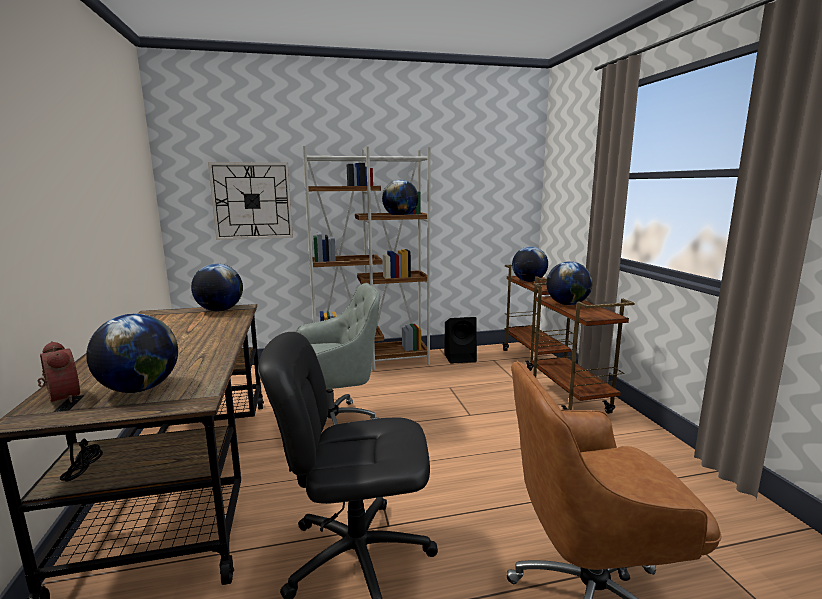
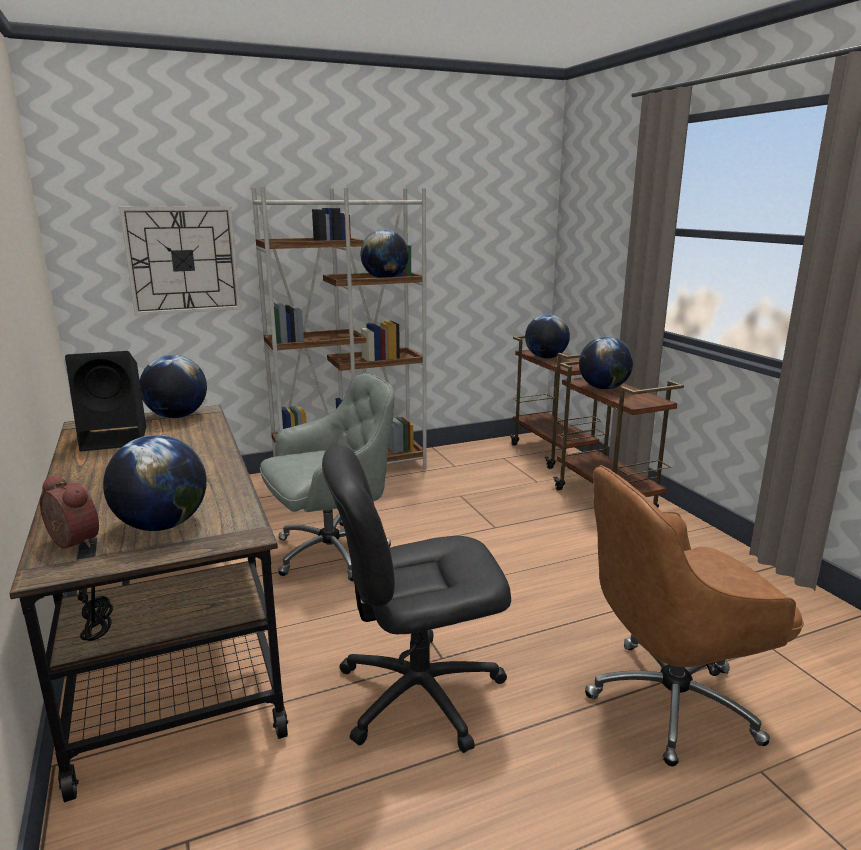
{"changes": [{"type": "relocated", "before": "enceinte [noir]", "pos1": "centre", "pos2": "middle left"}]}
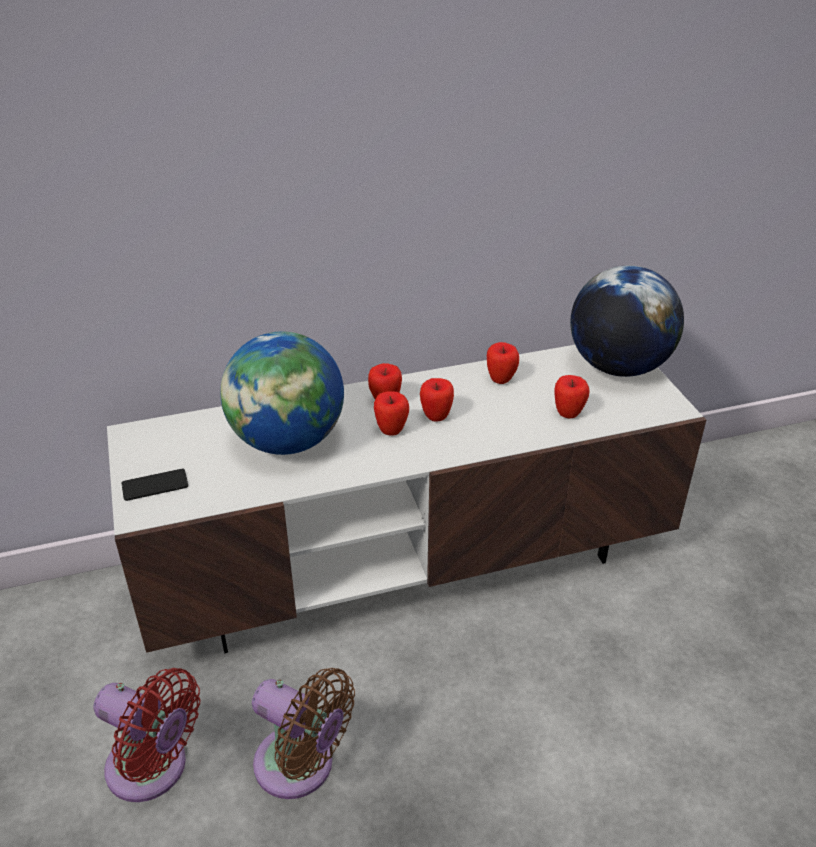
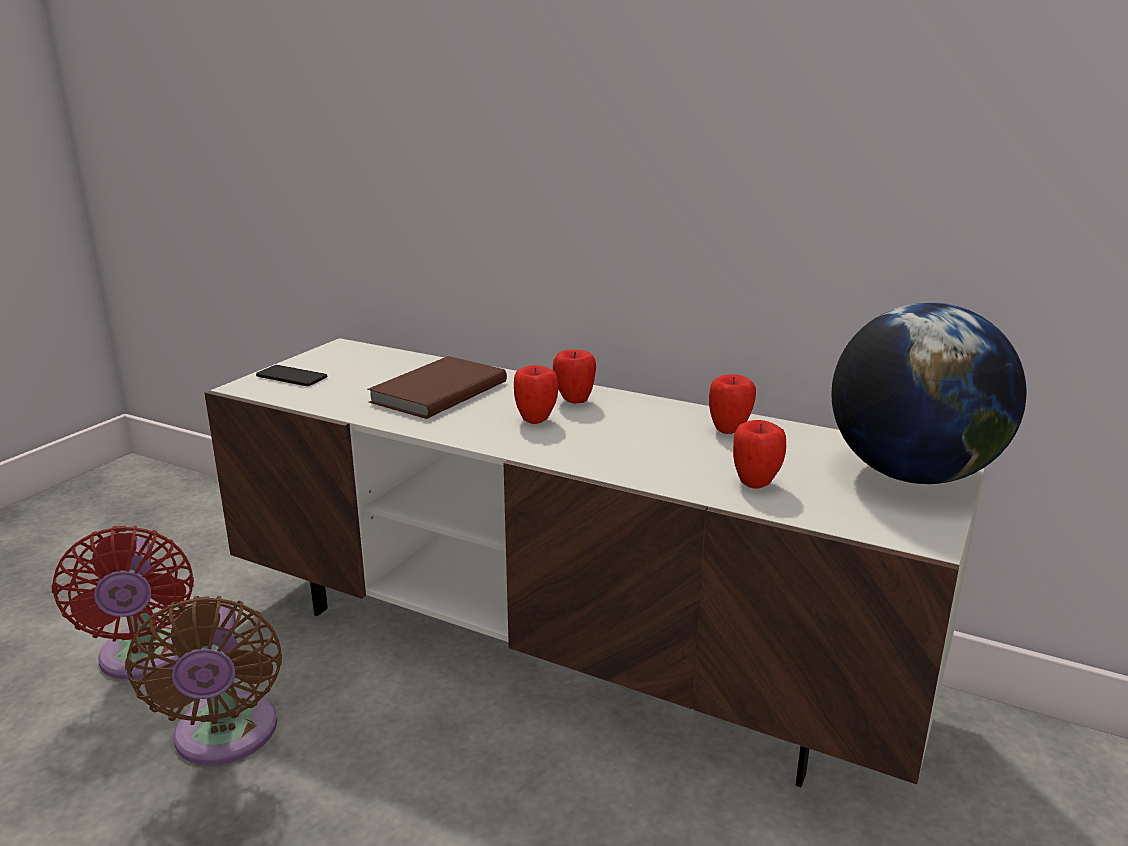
{"changes": [{"type": "exchanged", "before": "globe (no. 1 from left)", "after": "livre [marron]", "pos1": "centre", "pos2": "centre"}, {"type": "missing", "before": "pomme (no. 3 from left)", "pos1": "centre"}]}
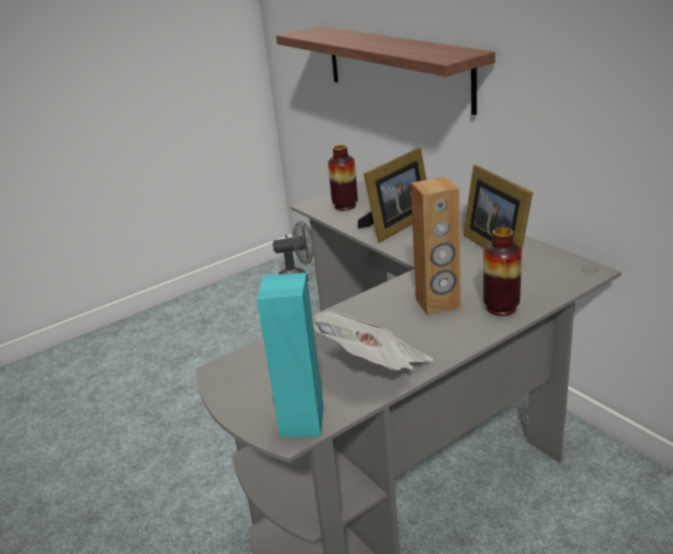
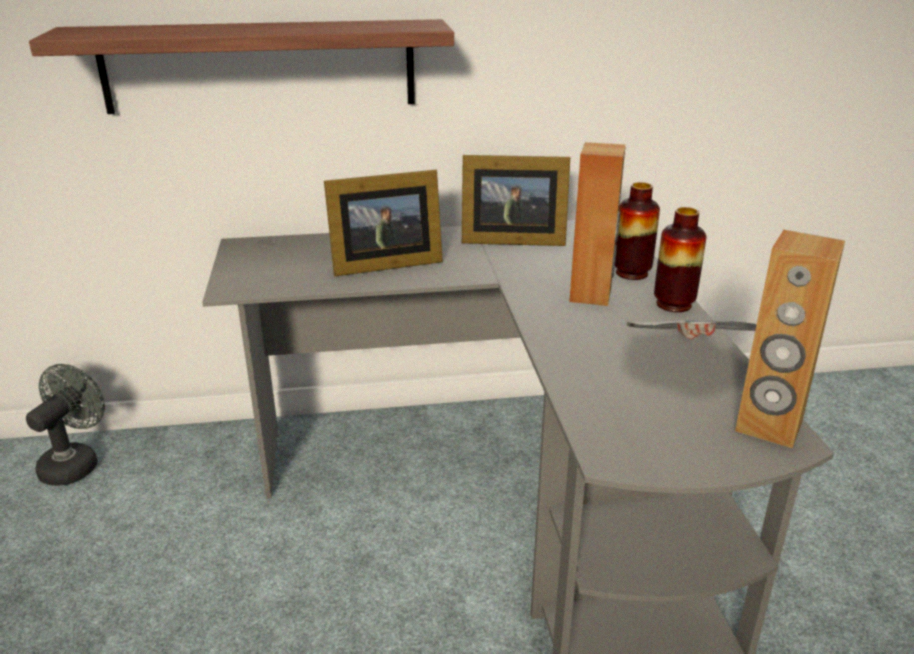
{"changes": [{"type": "spun", "before": "cadre photo (no. 1 from left)", "pos1": "centre", "pos2": "centre", "turn": 90}, {"type": "relocated", "before": "vase (no. 1 from left in the first image)", "after": "vase (no. 2 from left)", "pos1": "top centre", "pos2": "middle right"}, {"type": "colour", "before": "enceinte [turquoise]", "after": "enceinte [marron] (no. 2 from left)", "pos1": "centre", "pos2": "middle right"}]}
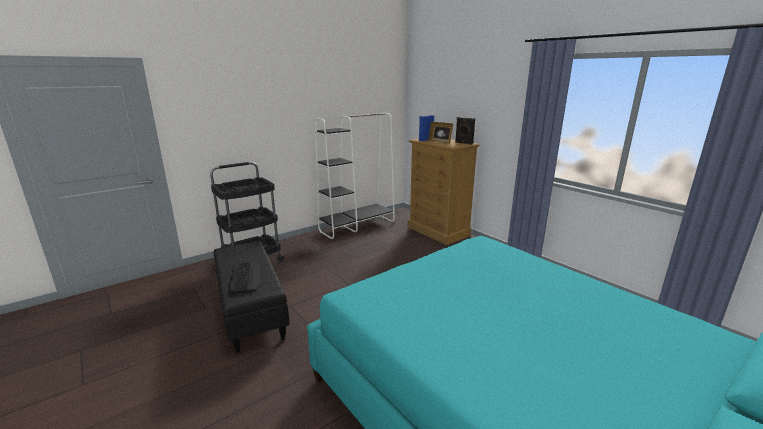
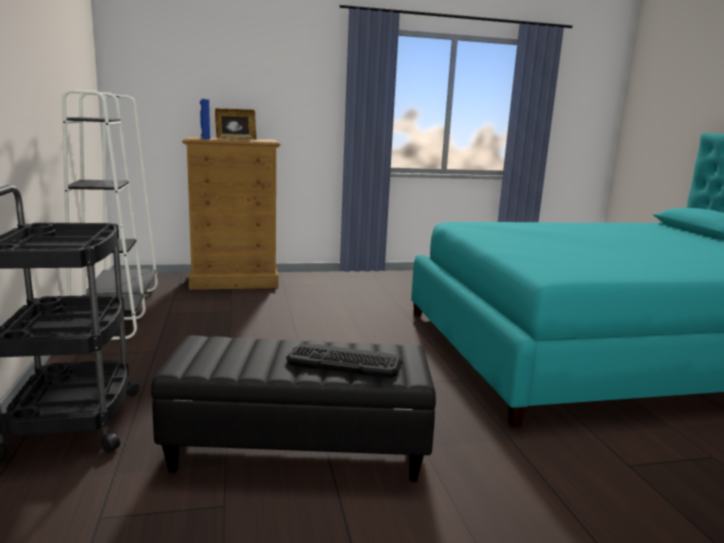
{"changes": [{"type": "missing", "before": "enceinte [noir]", "pos1": "top centre"}]}
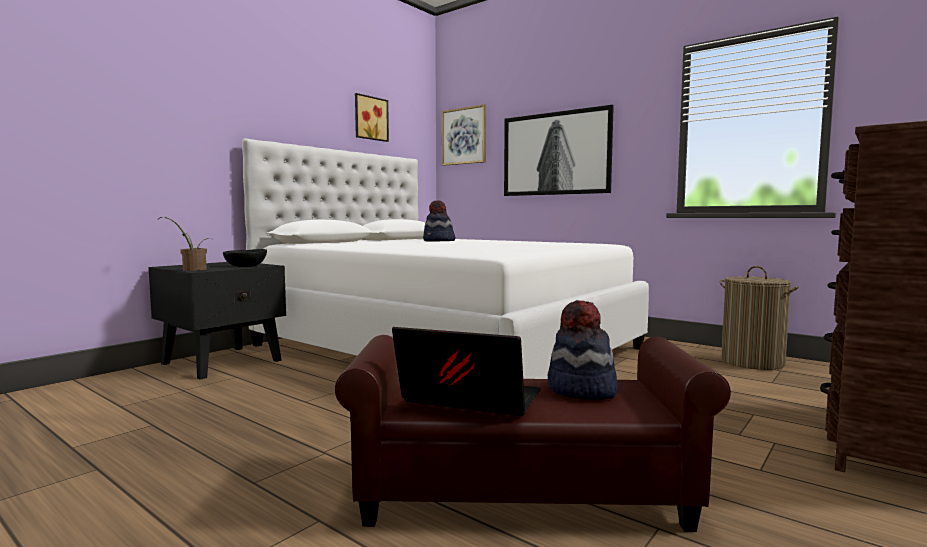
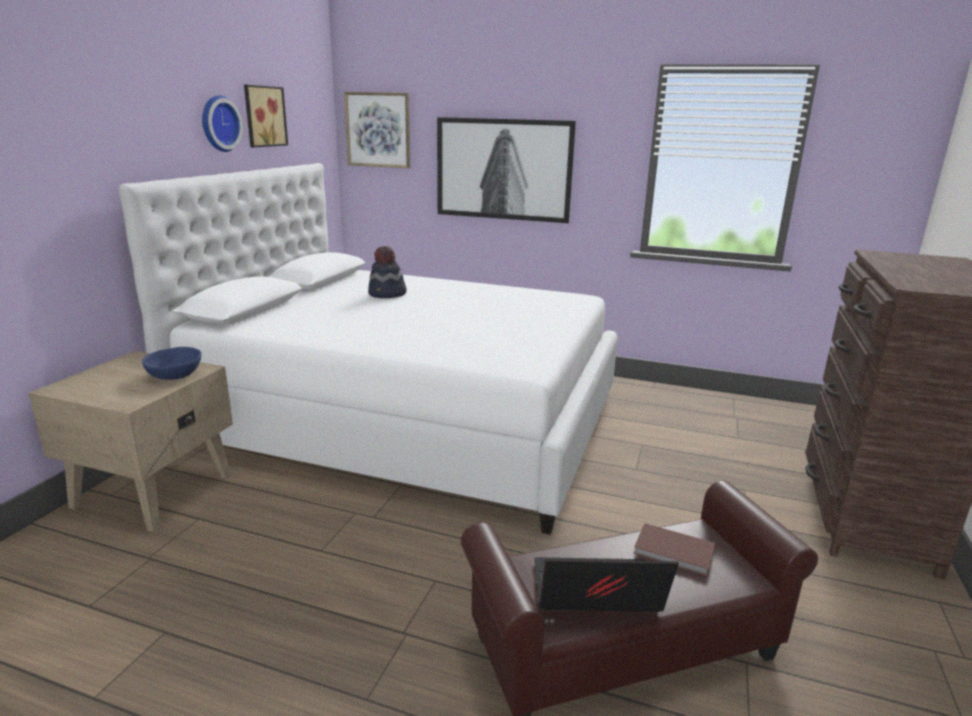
{"changes": [{"type": "colour", "before": "table de chevet [noir]", "after": "table de chevet [beige]", "pos1": "middle left", "pos2": "middle left"}, {"type": "colour", "before": "bol [noir]", "after": "bol [bleu]", "pos1": "middle left", "pos2": "middle left"}, {"type": "appeared", "after": "horloge murale", "pos2": "top left"}, {"type": "exchanged", "before": "chapeau (no. 2 from left)", "after": "livre [marron]", "pos1": "centre", "pos2": "bottom right"}, {"type": "missing", "before": "plante en pot", "pos1": "middle left"}, {"type": "missing", "before": "panier à linge", "pos1": "middle right"}]}
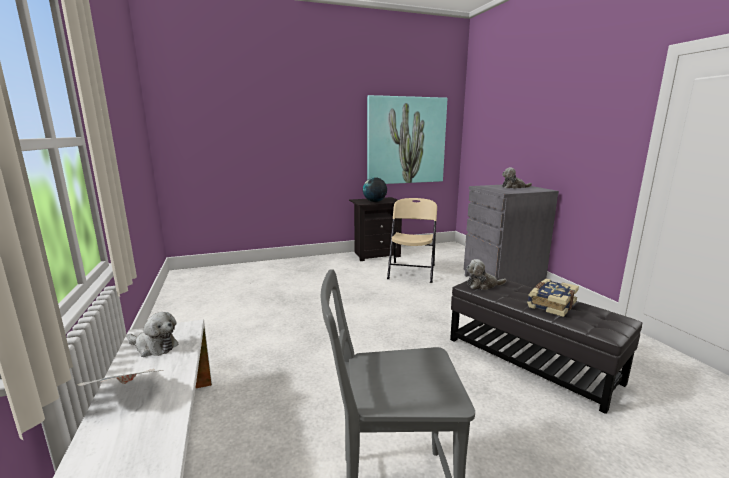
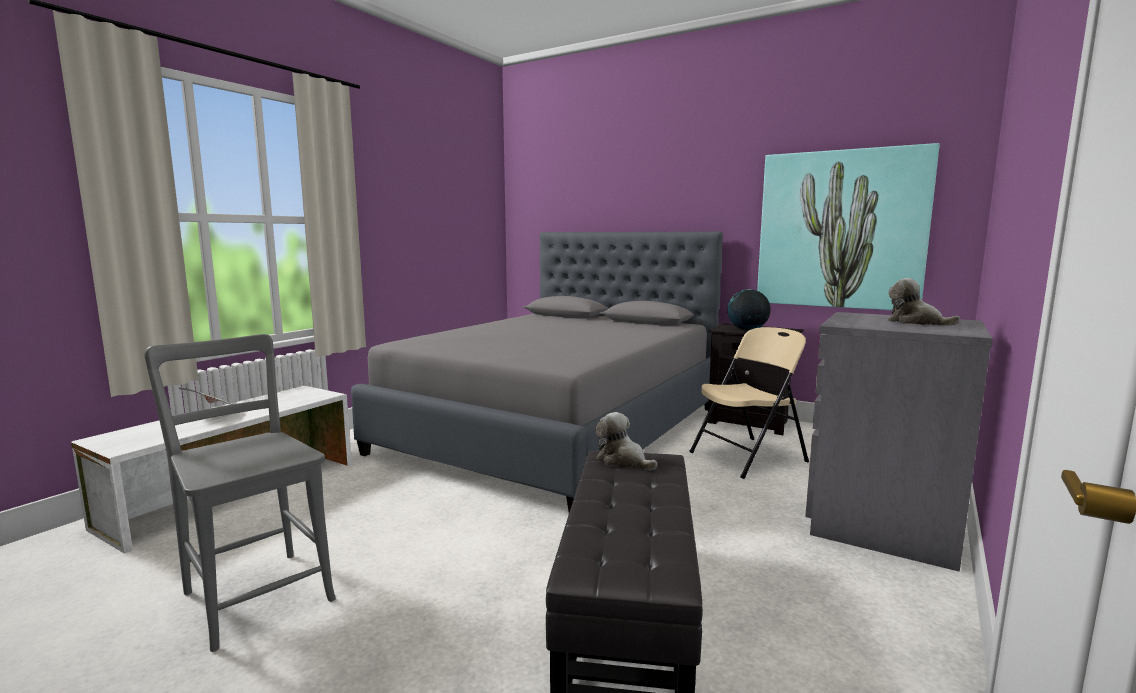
{"changes": [{"type": "appeared", "after": "lit [gris]", "pos2": "centre"}, {"type": "missing", "before": "peluche (no. 1 from left)", "pos1": "bottom left"}, {"type": "missing", "before": "livre", "pos1": "middle right"}]}
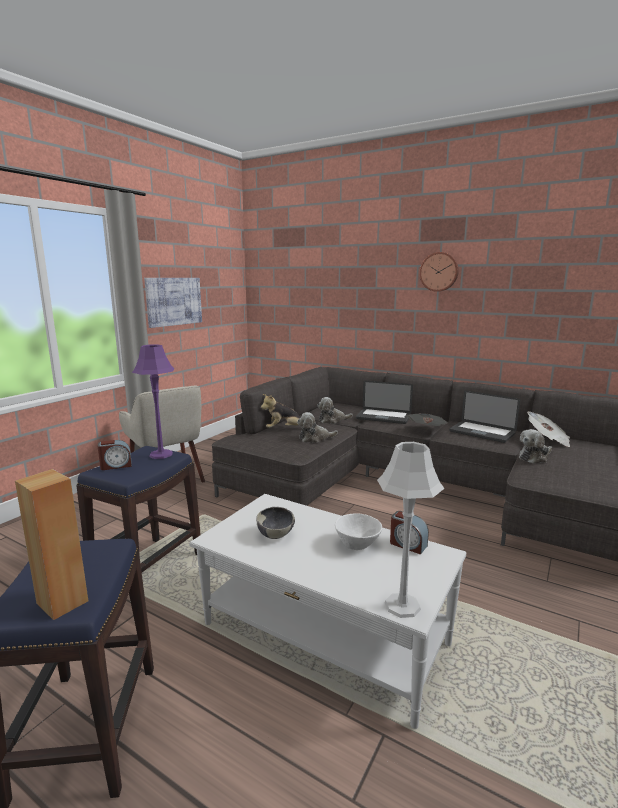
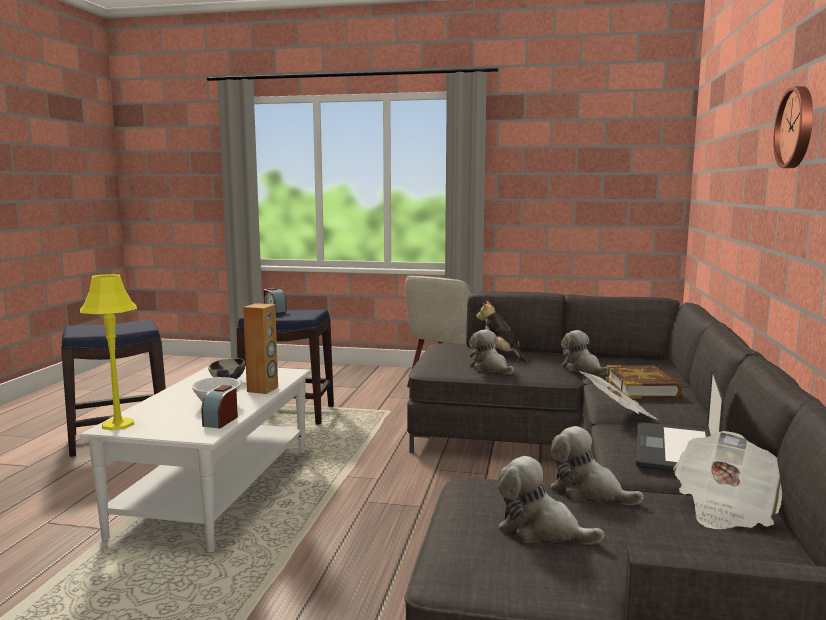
{"changes": [{"type": "colour", "before": "lampe de table [gris]", "after": "lampe de table [jaune]", "pos1": "centre", "pos2": "middle left"}, {"type": "relocated", "before": "enceinte [marron]", "pos1": "bottom left", "pos2": "middle left"}, {"type": "appeared", "after": "peluche (no. 3 from left)", "pos2": "bottom right"}, {"type": "exchanged", "before": "ordinateur portable (no. 1 from left)", "after": "livre", "pos1": "centre", "pos2": "middle right"}, {"type": "missing", "before": "lampe de table [violet]", "pos1": "middle left"}, {"type": "missing", "before": "tableau", "pos1": "middle left"}]}
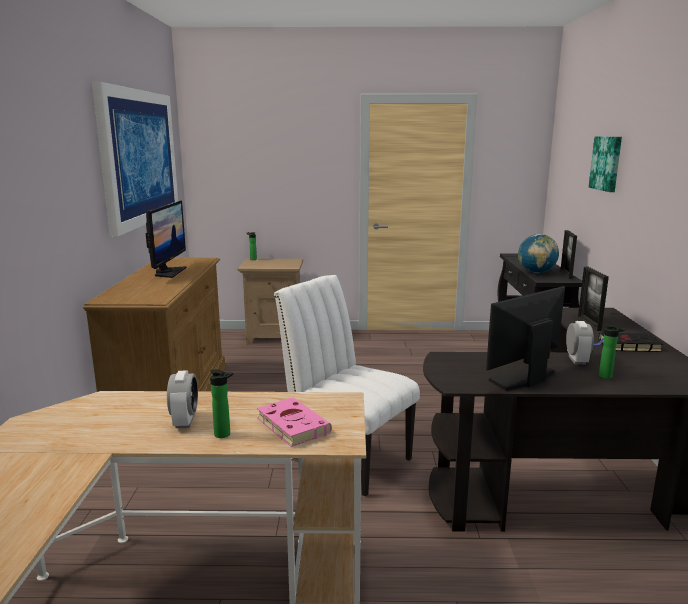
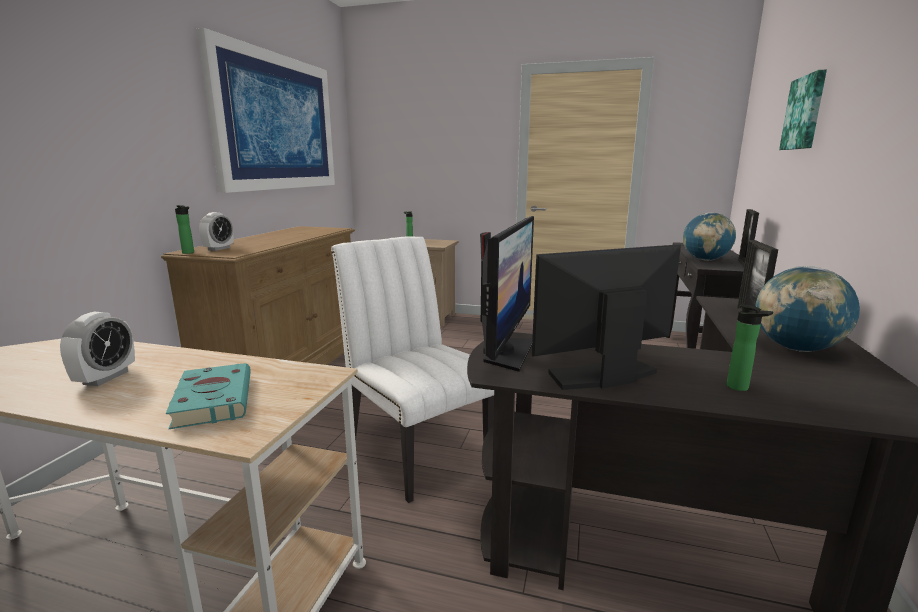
{"changes": [{"type": "colour", "before": "livre [rose]", "after": "livre [turquoise]", "pos1": "bottom centre", "pos2": "middle left"}, {"type": "relocated", "before": "bouteille (no. 1 from left)", "pos1": "bottom left", "pos2": "middle left"}, {"type": "relocated", "before": "réveil (no. 2 from left)", "pos1": "middle right", "pos2": "middle left"}, {"type": "relocated", "before": "écran d'ordinateur (no. 1 from left)", "pos1": "middle left", "pos2": "centre"}, {"type": "exchanged", "before": "livre [noir]", "after": "globe (no. 2 from left)", "pos1": "middle right", "pos2": "middle right"}]}
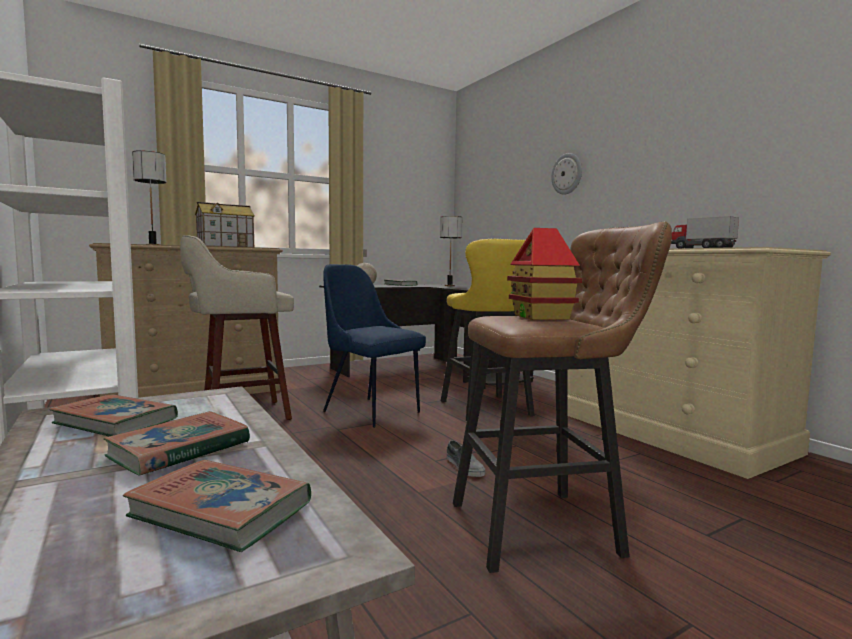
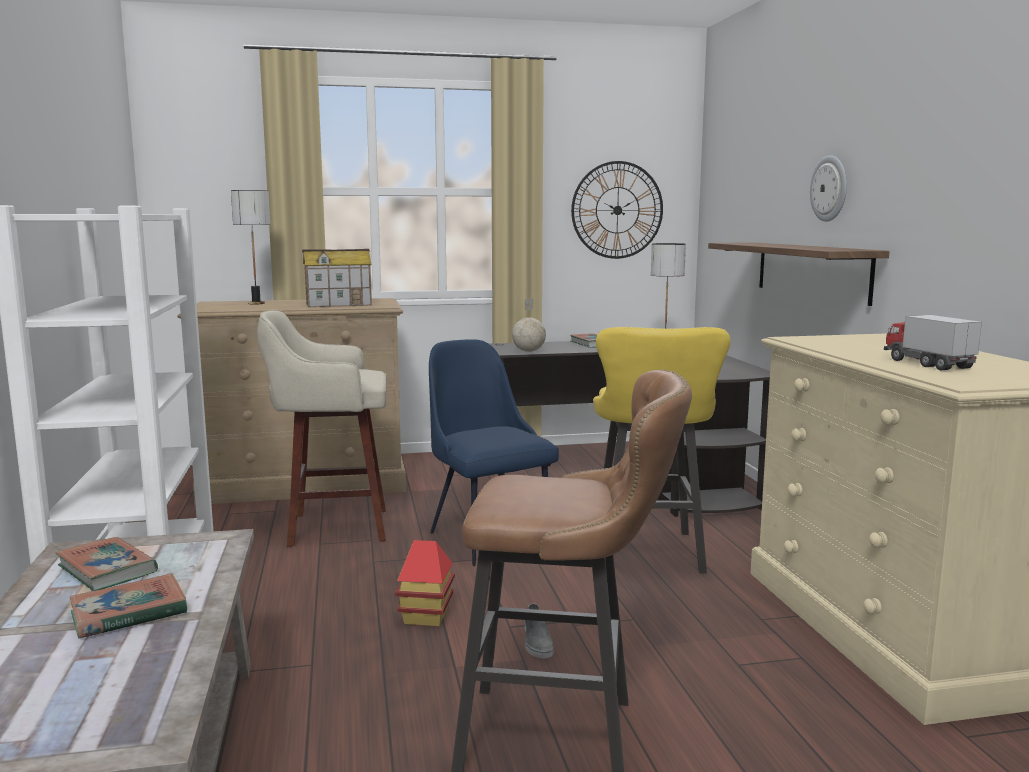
{"changes": [{"type": "relocated", "before": "maison miniature (no. 2 from left)", "pos1": "centre", "pos2": "bottom centre"}, {"type": "appeared", "after": "horloge murale (no. 1 from left)", "pos2": "top centre"}, {"type": "appeared", "after": "étagère", "pos2": "middle right"}, {"type": "missing", "before": "livre (no. 3 from left)", "pos1": "bottom left"}]}
